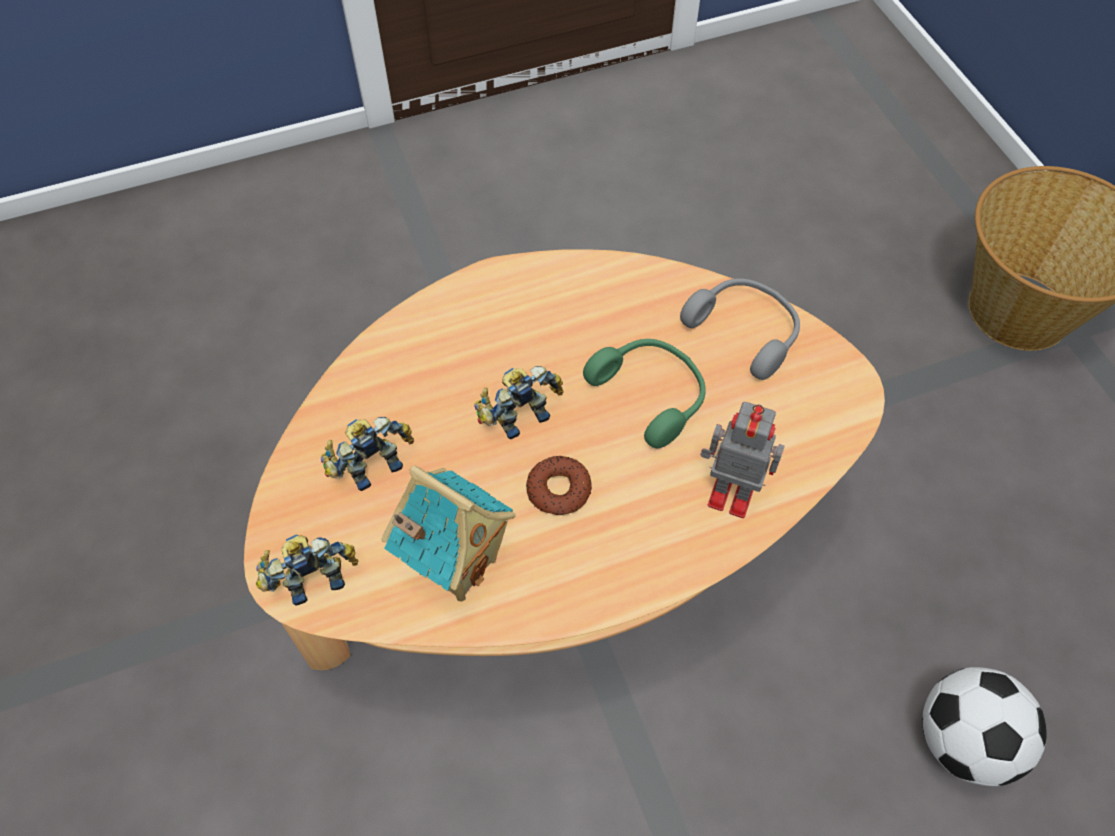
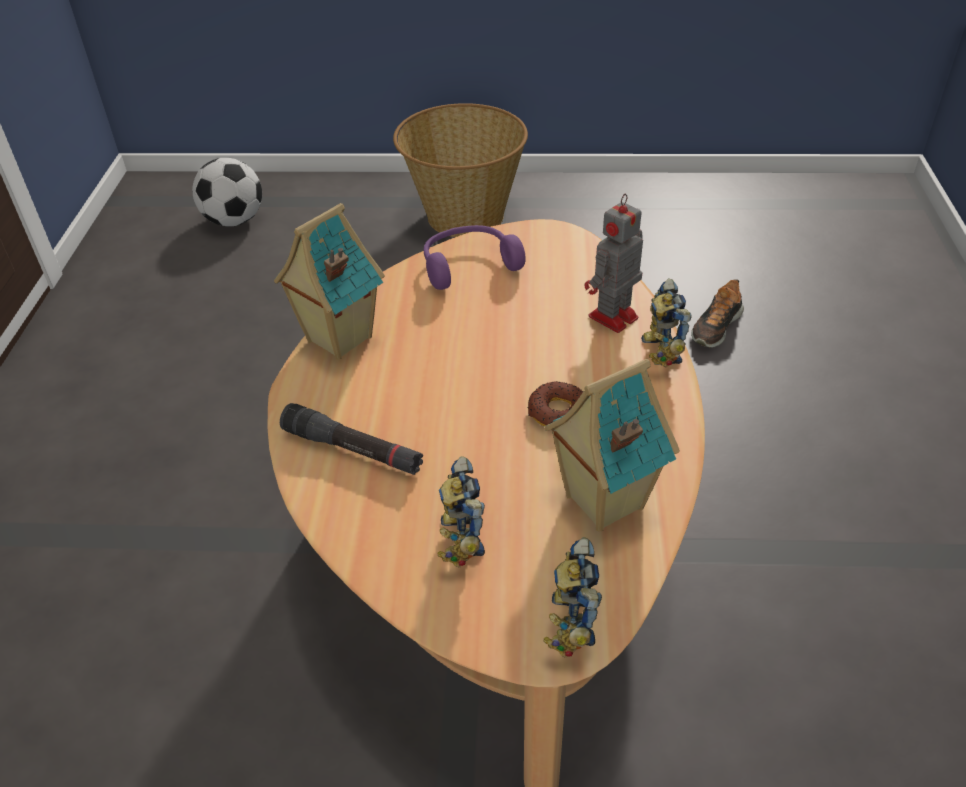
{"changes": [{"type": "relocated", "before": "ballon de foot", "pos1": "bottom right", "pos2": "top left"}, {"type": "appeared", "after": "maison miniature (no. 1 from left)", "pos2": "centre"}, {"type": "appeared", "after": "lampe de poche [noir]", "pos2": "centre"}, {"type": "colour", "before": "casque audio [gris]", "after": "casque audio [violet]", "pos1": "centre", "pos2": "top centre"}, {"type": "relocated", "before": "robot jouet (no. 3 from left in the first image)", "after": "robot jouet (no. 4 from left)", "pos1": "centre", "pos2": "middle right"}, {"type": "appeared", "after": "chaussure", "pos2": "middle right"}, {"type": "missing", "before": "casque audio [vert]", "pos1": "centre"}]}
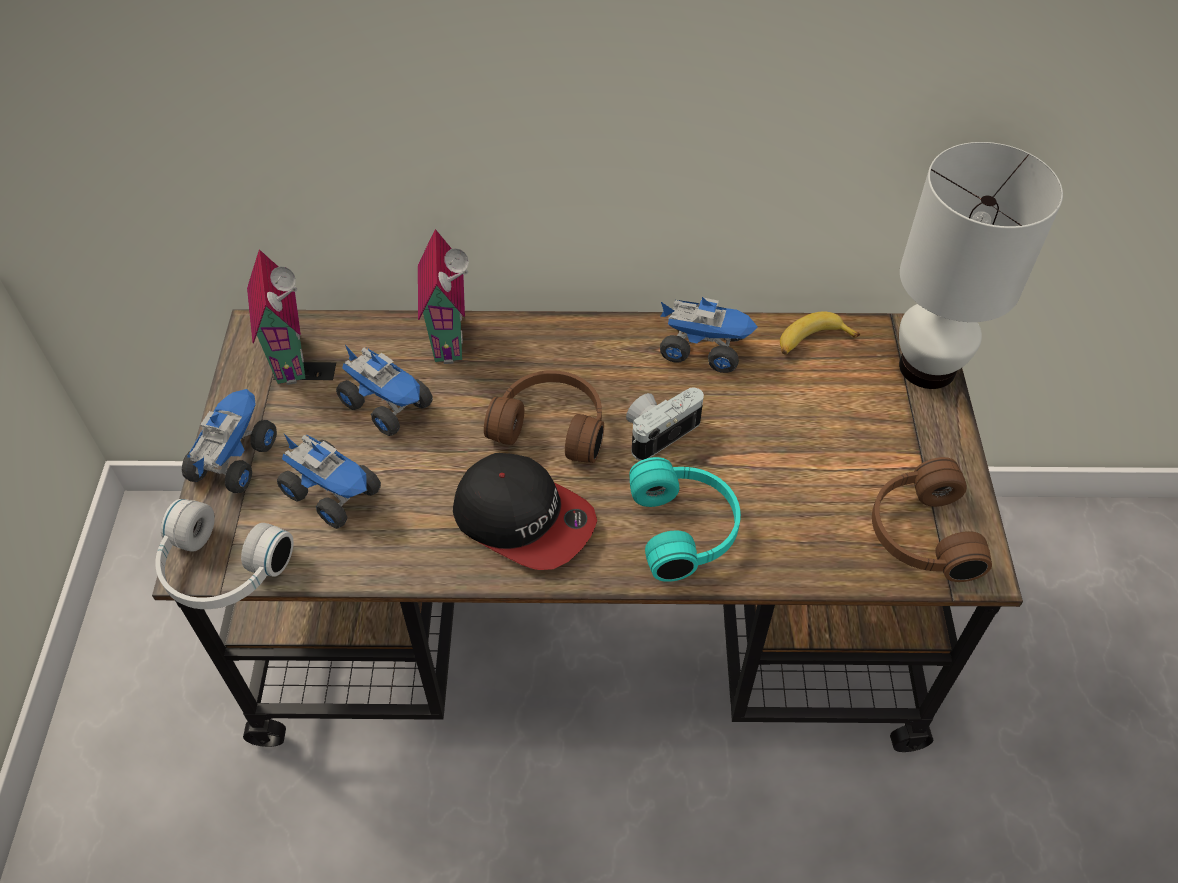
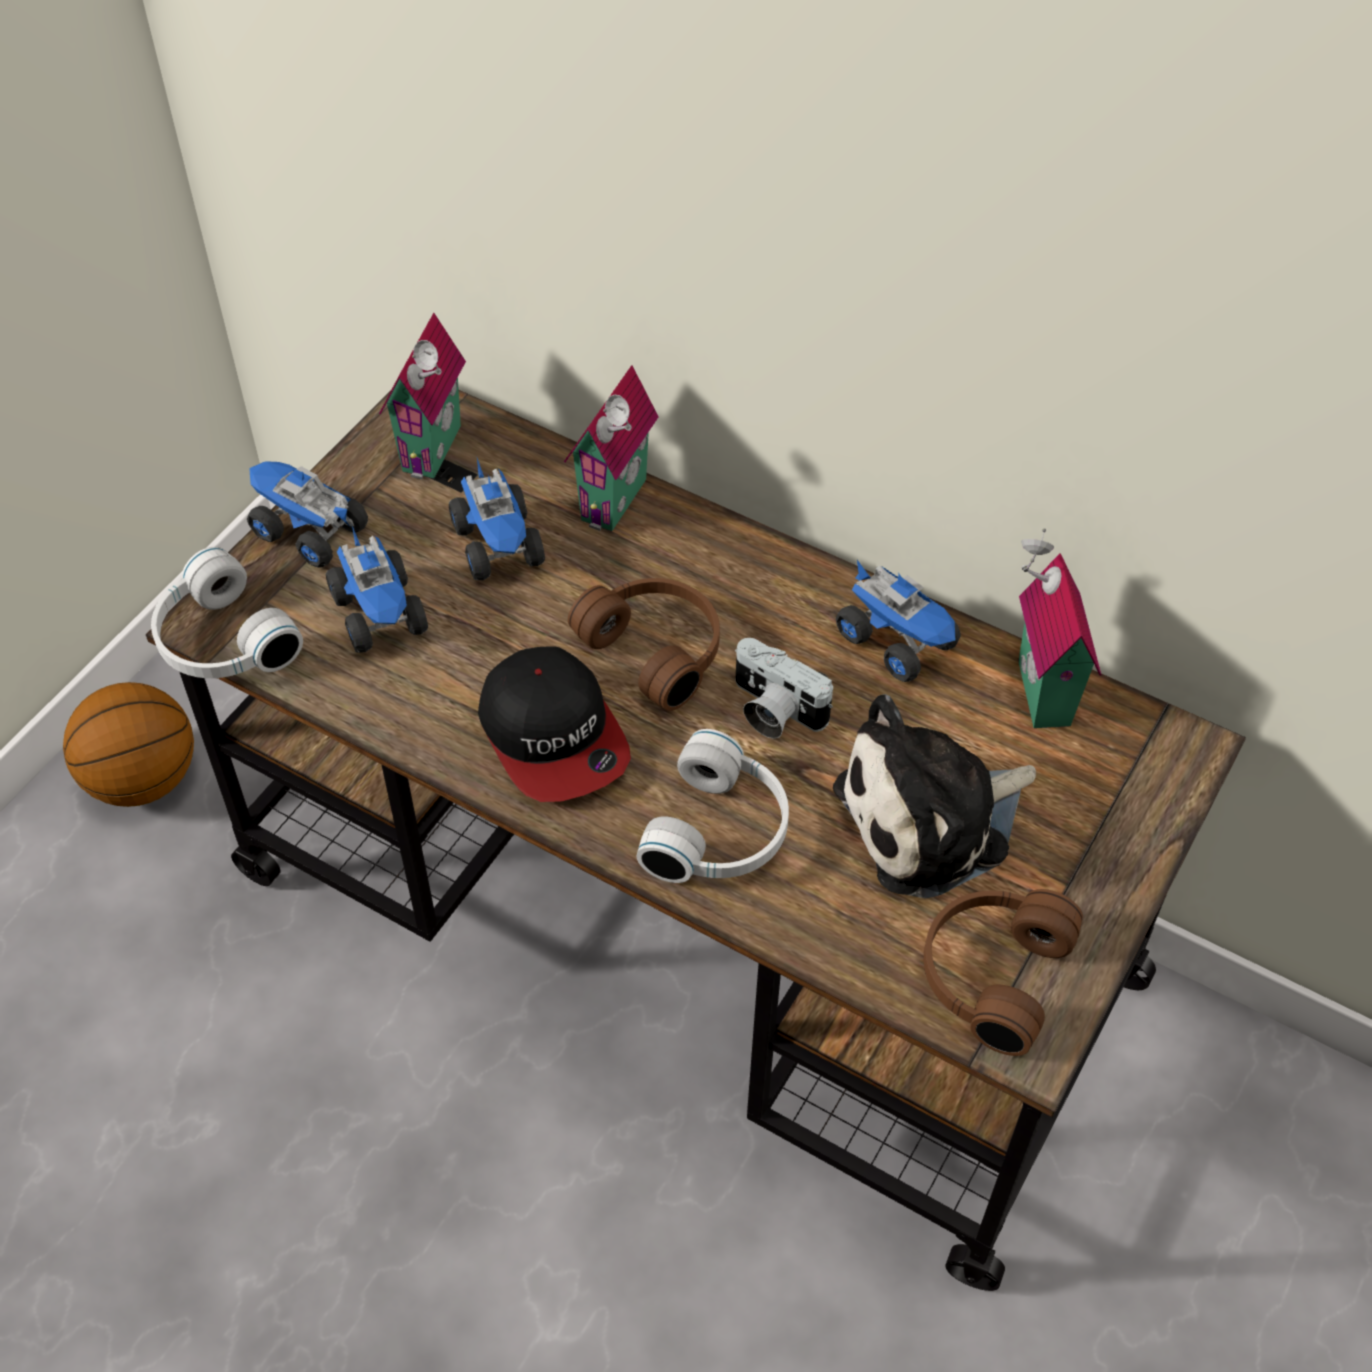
{"changes": [{"type": "appeared", "after": "ballon de basket", "pos2": "middle left"}, {"type": "spun", "before": "camion jouet (no. 1 from left)", "pos1": "middle left", "pos2": "middle left", "turn": -105}, {"type": "colour", "before": "casque audio [turquoise]", "after": "casque audio [blanc] (no. 2 from left)", "pos1": "centre", "pos2": "centre"}, {"type": "spun", "before": "appareil photo", "pos1": "centre", "pos2": "centre", "turn": -135}, {"type": "appeared", "after": "peluche", "pos2": "middle right"}, {"type": "exchanged", "before": "banane", "after": "maison miniature (no. 3 from left)", "pos1": "middle right", "pos2": "middle right"}, {"type": "missing", "before": "lampe de table [blanc]", "pos1": "top right"}]}
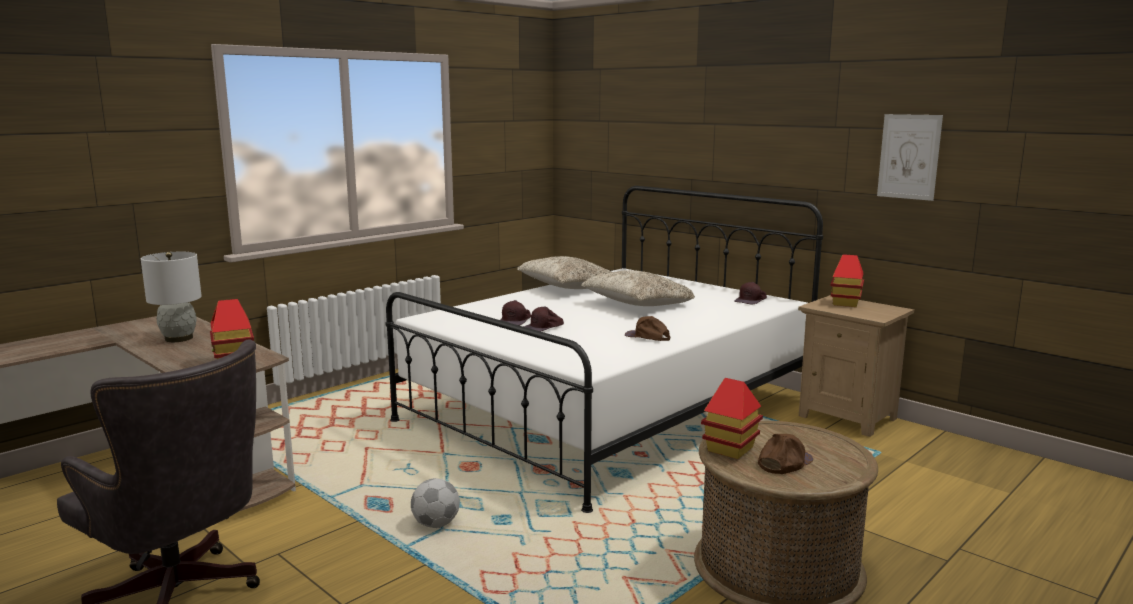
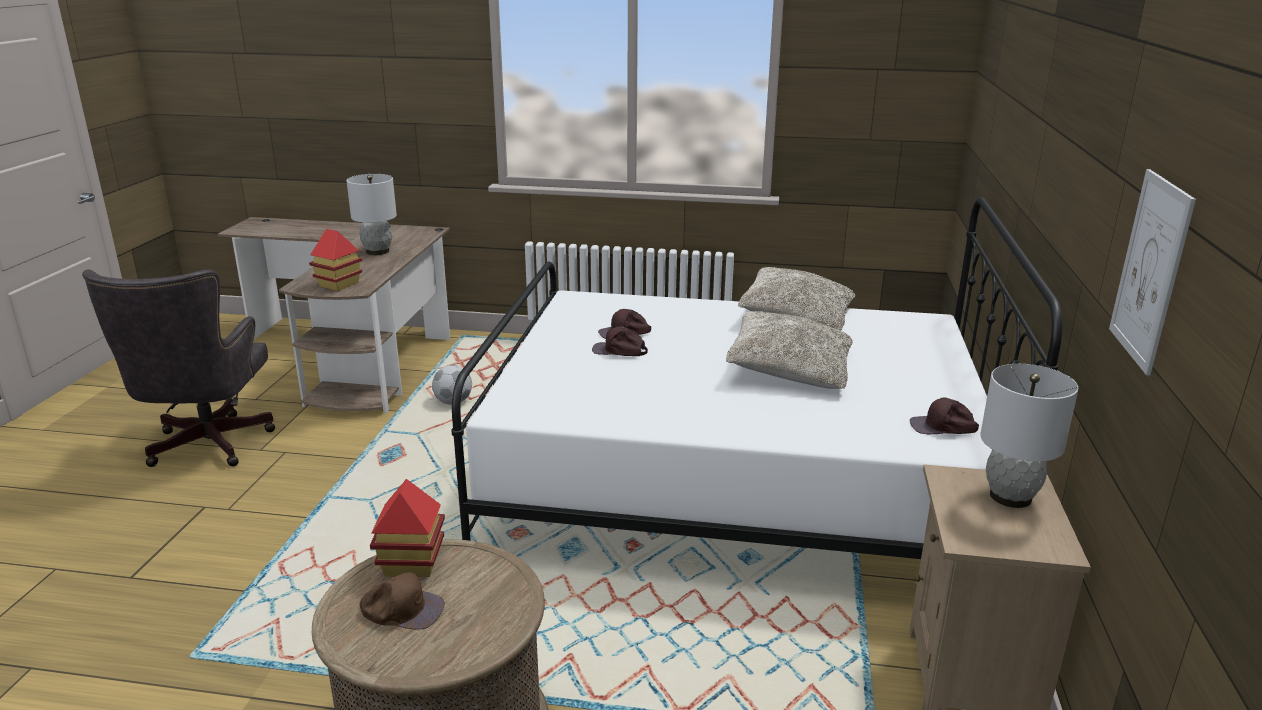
{"changes": [{"type": "relocated", "before": "ballon de foot", "pos1": "bottom centre", "pos2": "centre"}, {"type": "exchanged", "before": "maison miniature (no. 3 from left)", "after": "lampe de table [blanc] (no. 2 from left)", "pos1": "middle right", "pos2": "middle right"}, {"type": "missing", "before": "casquette [marron] (no. 3 from left)", "pos1": "centre"}]}
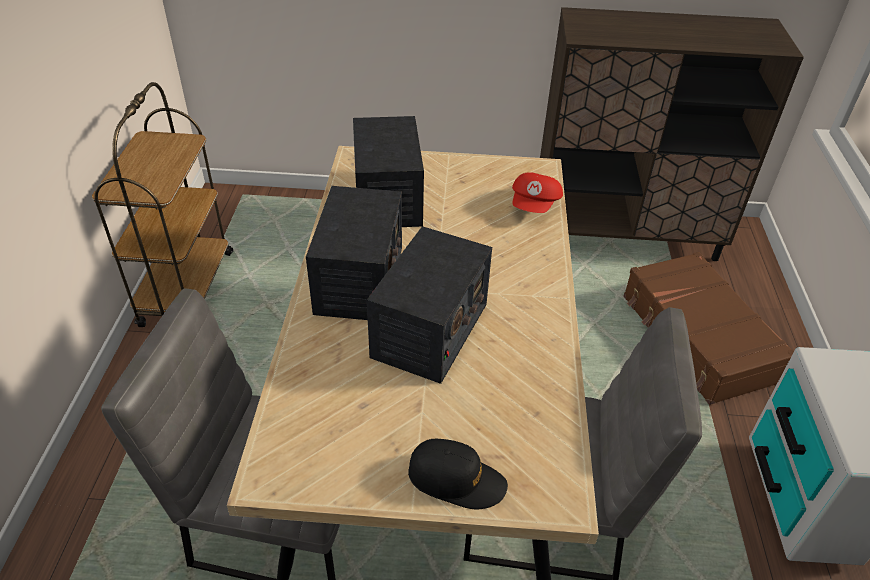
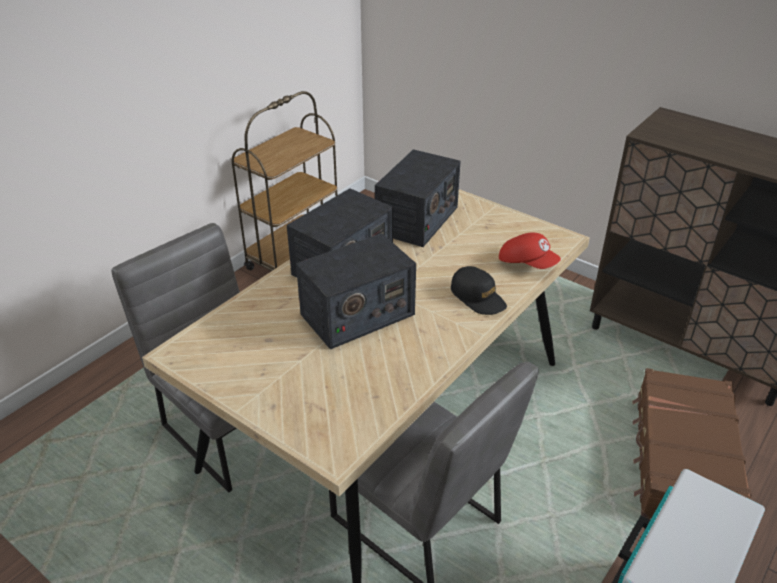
{"changes": [{"type": "relocated", "before": "casquette [noir]", "pos1": "bottom centre", "pos2": "centre"}, {"type": "spun", "before": "casquette [rouge]", "pos1": "top centre", "pos2": "middle right", "turn": -105}]}
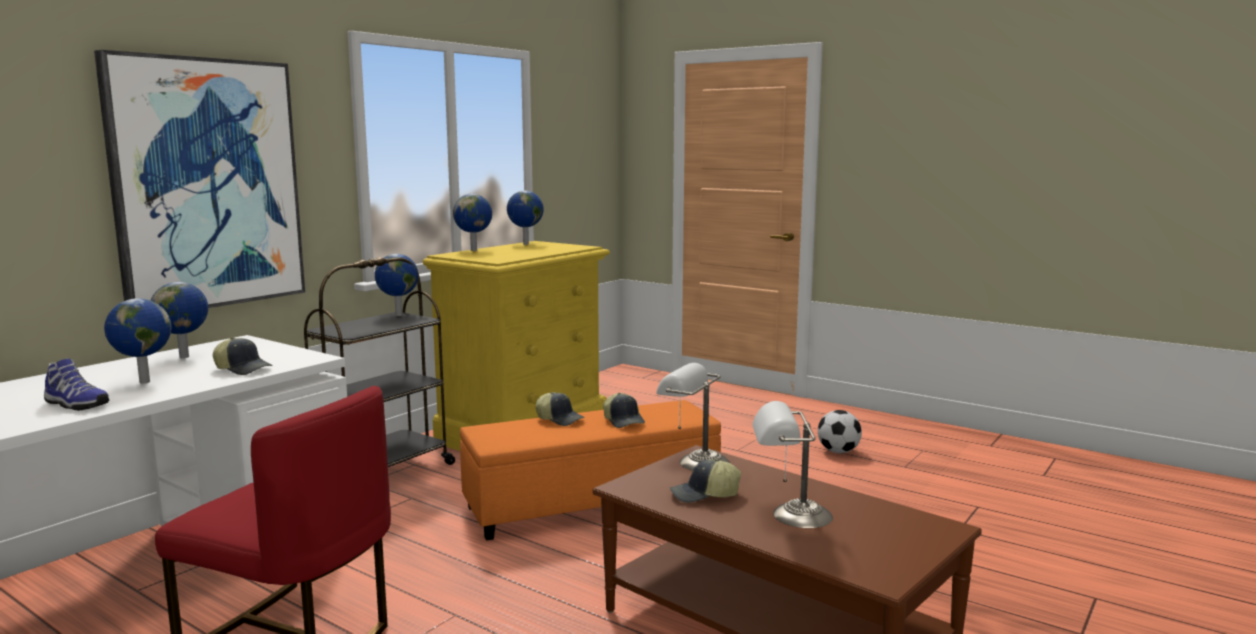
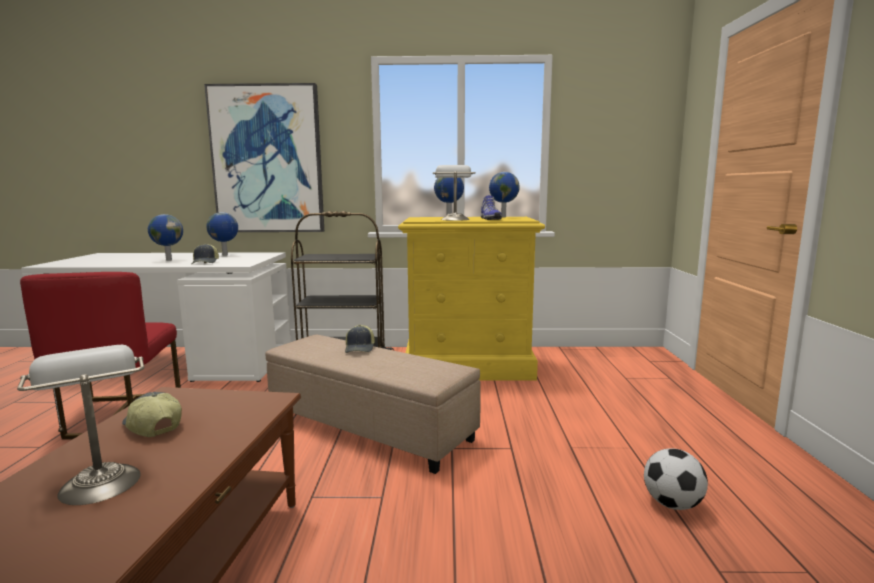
{"changes": [{"type": "colour", "before": "pouf [orange]", "after": "pouf [beige]", "pos1": "bottom centre", "pos2": "bottom centre"}, {"type": "relocated", "before": "lampe de table [blanc] (no. 1 from left in the first image)", "after": "lampe de table [blanc] (no. 2 from left)", "pos1": "centre", "pos2": "top centre"}, {"type": "relocated", "before": "chaussure", "pos1": "middle left", "pos2": "centre"}, {"type": "missing", "before": "globe (no. 3 from left)", "pos1": "middle left"}, {"type": "missing", "before": "casquette (no. 3 from left)", "pos1": "centre"}]}
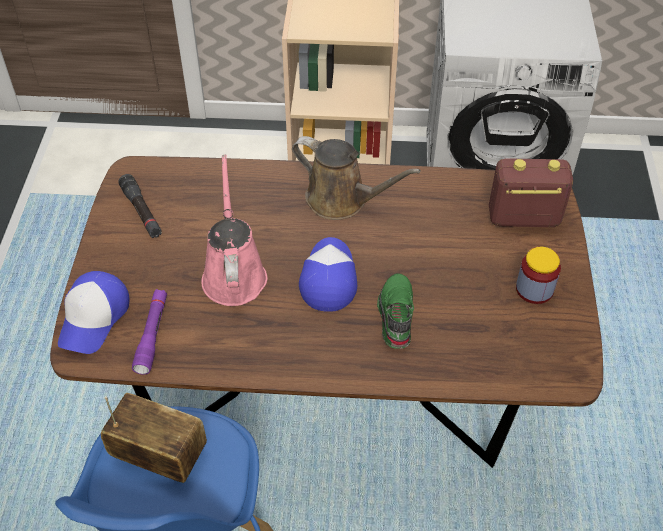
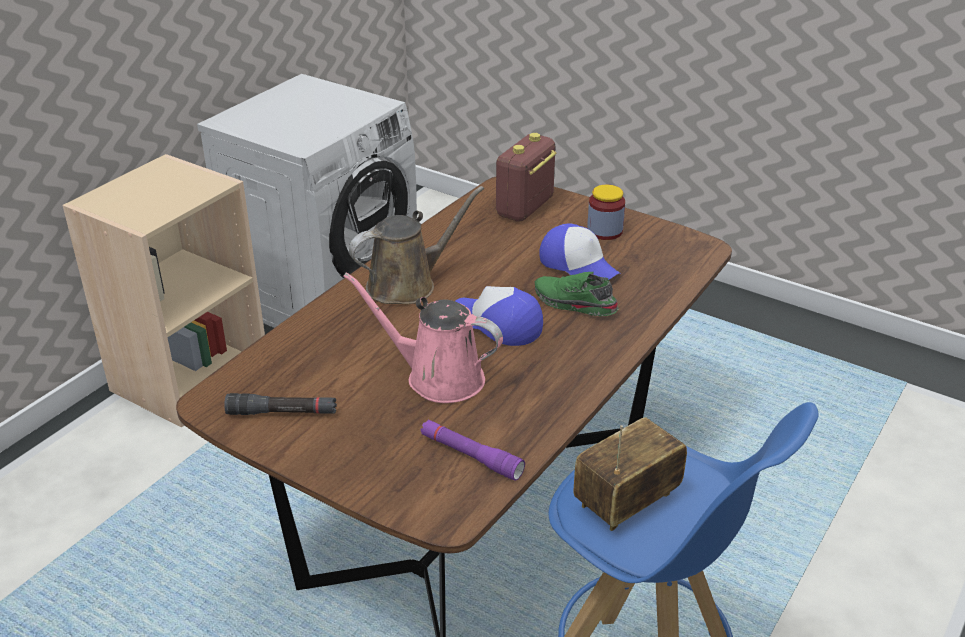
{"changes": [{"type": "relocated", "before": "casquette (no. 1 from left in the first image)", "after": "casquette (no. 2 from left)", "pos1": "middle left", "pos2": "centre"}]}
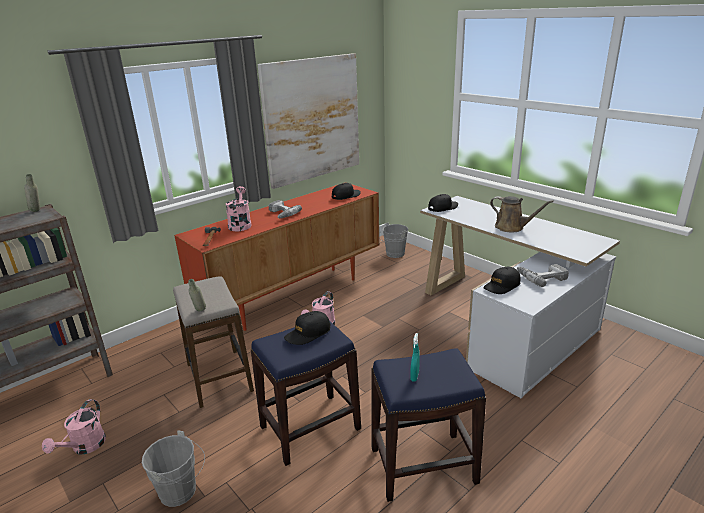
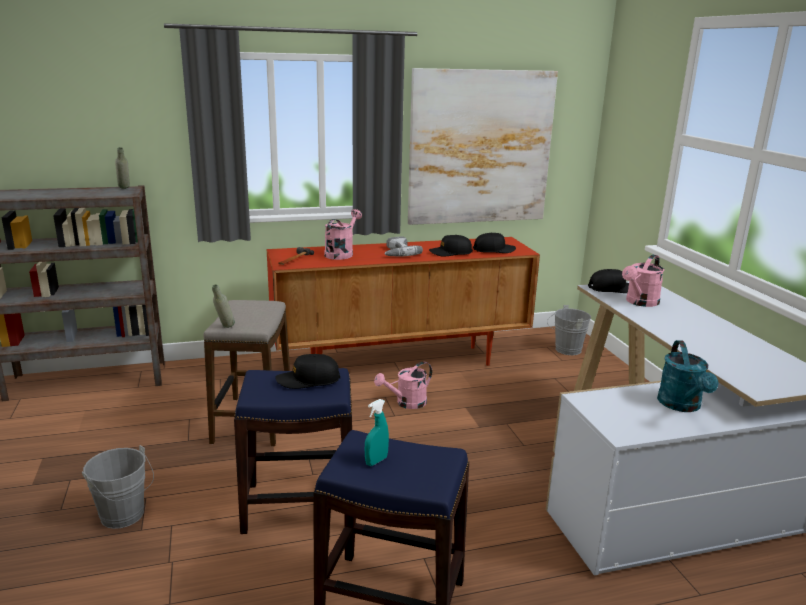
{"changes": [{"type": "relocated", "before": "casquette [noir] (no. 4 from left in the first image)", "after": "casquette [noir] (no. 2 from left)", "pos1": "middle right", "pos2": "centre"}, {"type": "relocated", "before": "arrosoir [rose] (no. 1 from left in the first image)", "after": "arrosoir [rose] (no. 3 from left)", "pos1": "bottom left", "pos2": "middle right"}, {"type": "exchanged", "before": "perceuse (no. 2 from left)", "after": "arrosoir [turquoise]", "pos1": "middle right", "pos2": "middle right"}, {"type": "missing", "before": "arrosoir [marron]", "pos1": "middle right"}]}
